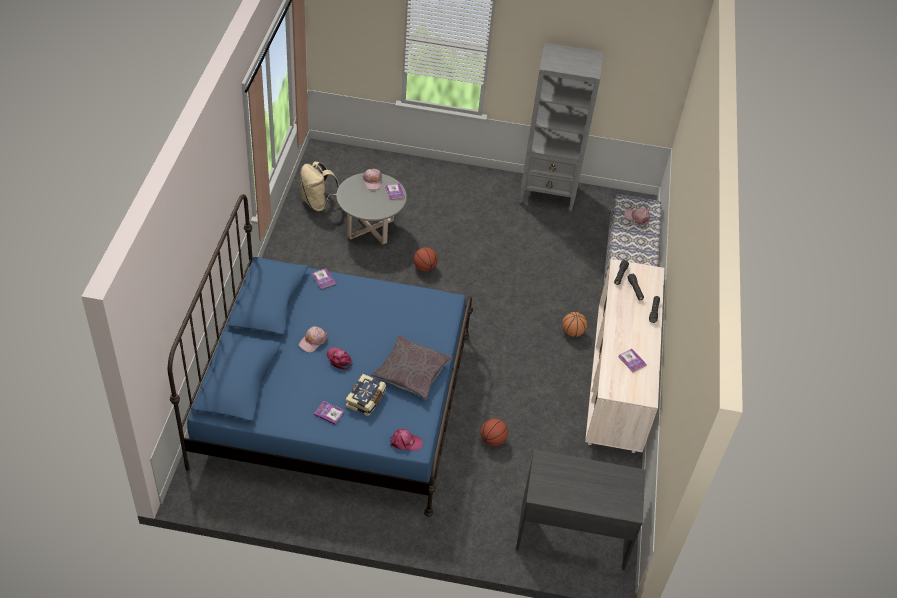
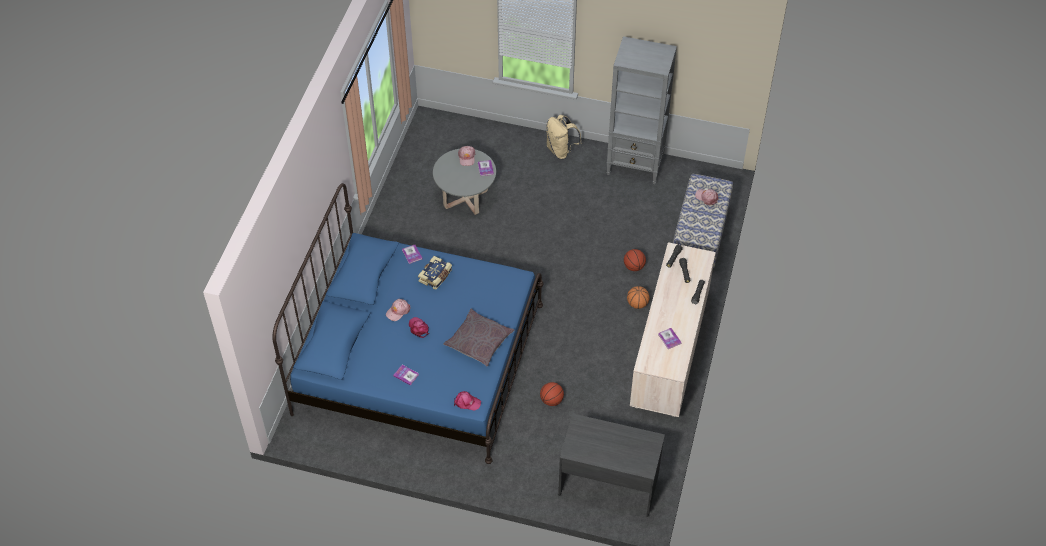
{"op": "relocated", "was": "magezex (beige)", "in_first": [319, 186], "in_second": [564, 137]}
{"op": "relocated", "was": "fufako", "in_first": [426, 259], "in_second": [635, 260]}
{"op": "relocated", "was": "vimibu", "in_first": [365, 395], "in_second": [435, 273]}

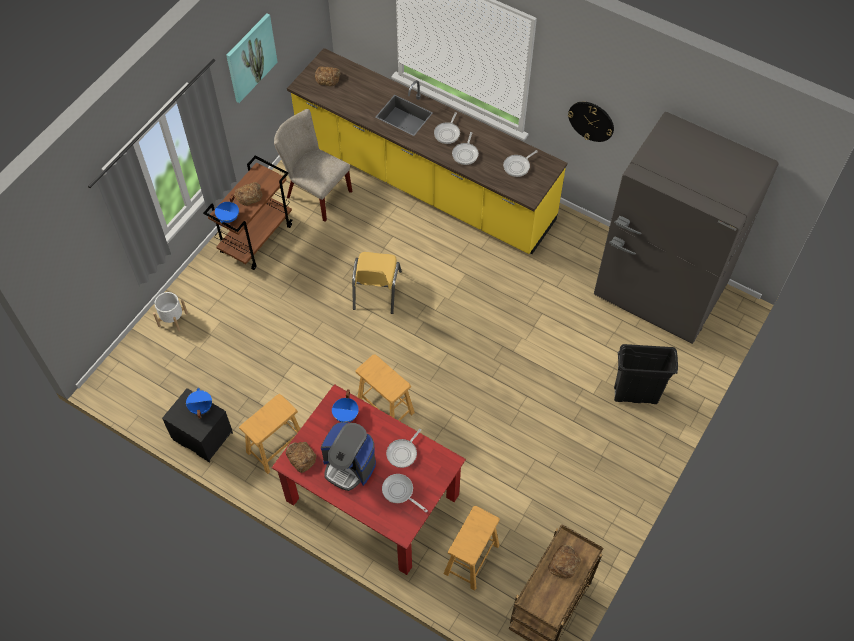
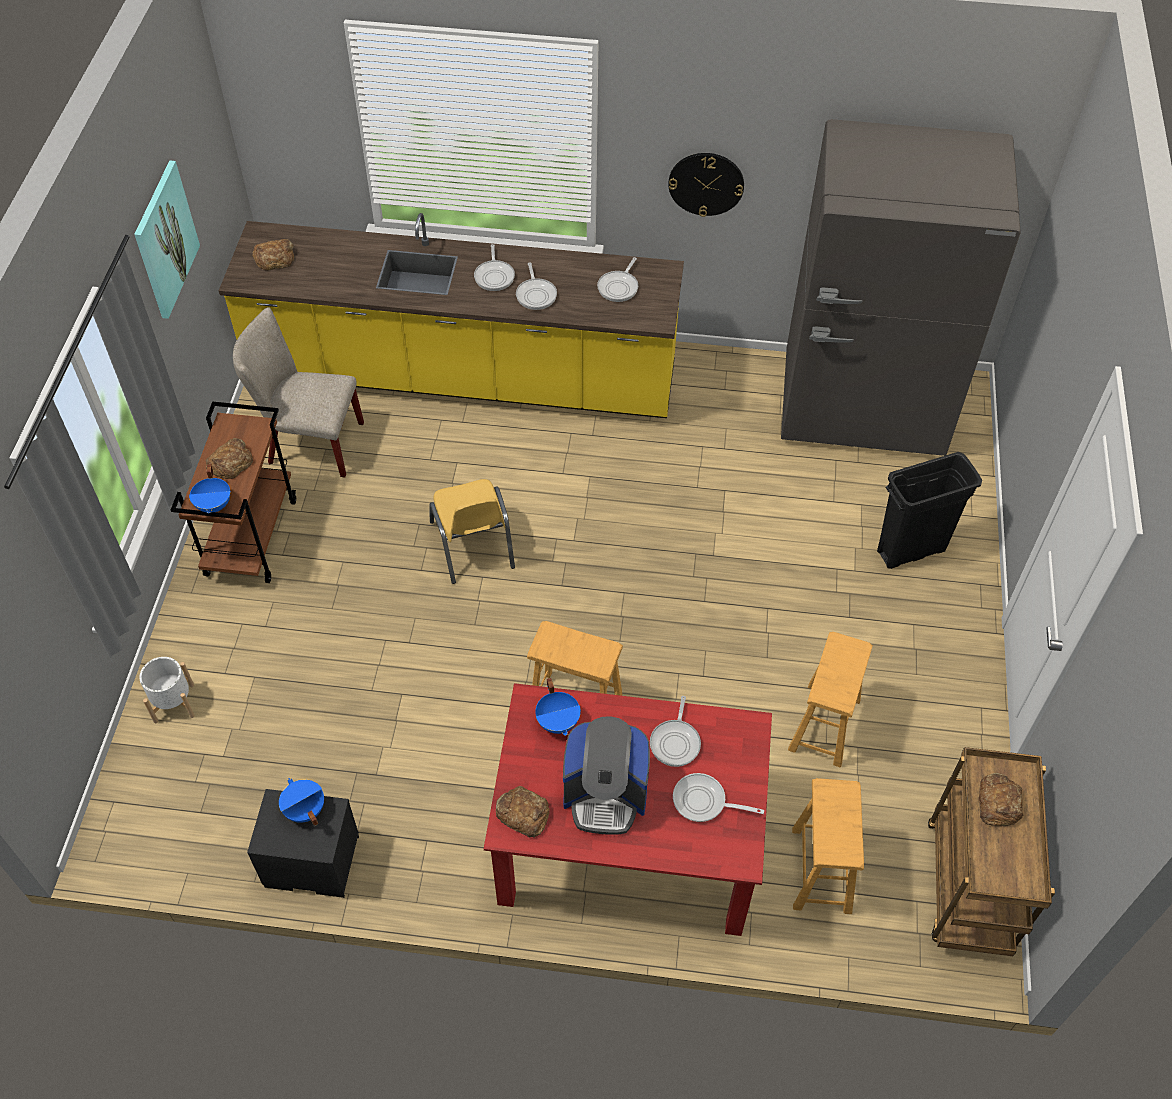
{"op": "relocated", "was": "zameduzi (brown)", "in_first": [269, 434], "in_second": [830, 699]}

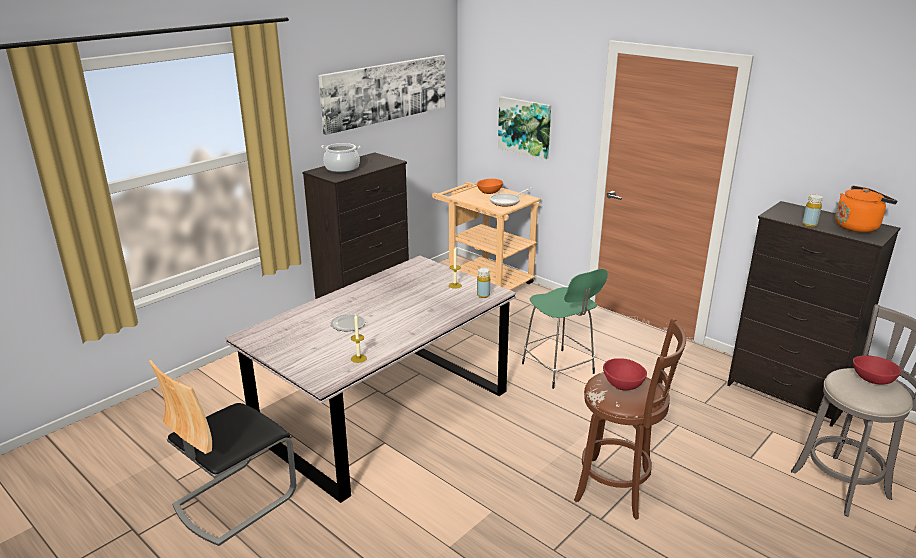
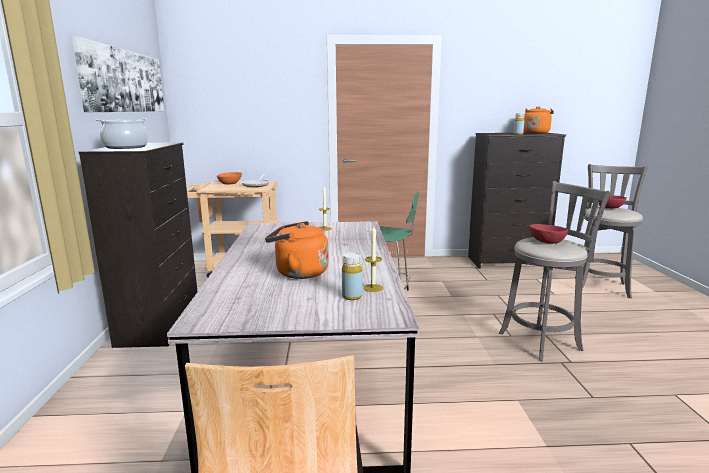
{"op": "missing", "was": "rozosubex", "in_first": [524, 127]}
{"op": "relocated", "was": "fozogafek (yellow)", "in_first": [483, 283], "in_second": [352, 276]}
{"op": "exchanged", "was": "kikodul", "now": "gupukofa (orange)", "in_first": [348, 322], "in_second": [297, 250]}
{"op": "colour", "was": "zameduzi (brown)", "now": "zameduzi (grey)", "in_first": [630, 419], "in_second": [555, 271]}

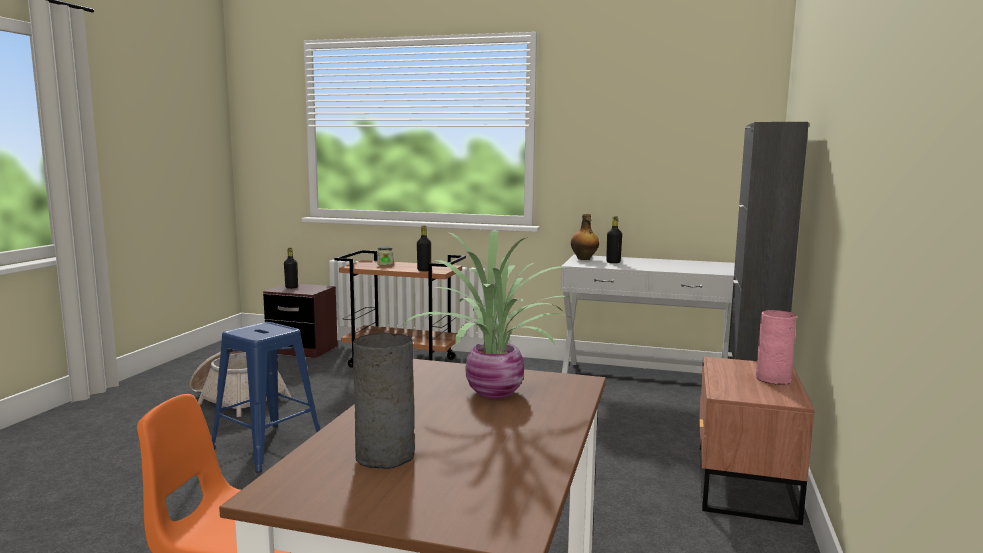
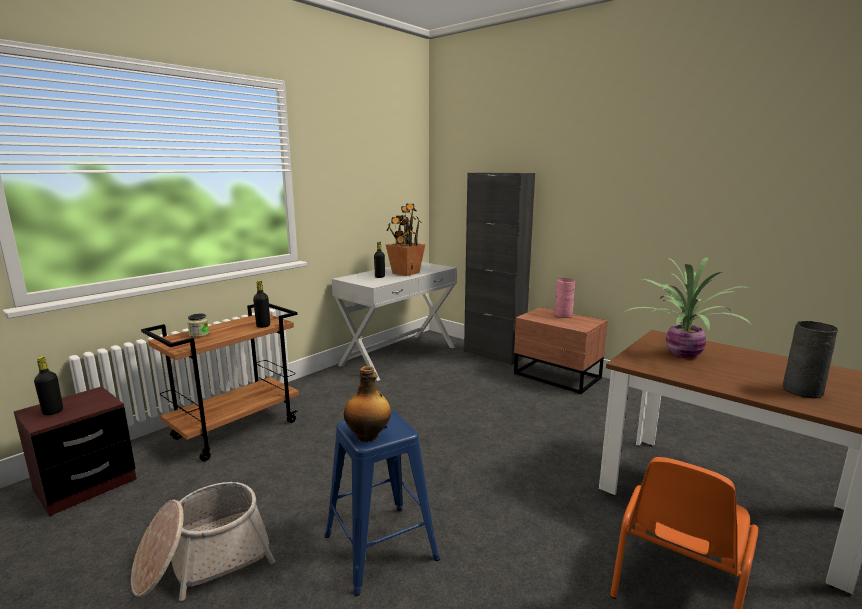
{"op": "relocated", "was": "fozogafek", "in_first": [585, 237], "in_second": [367, 404]}
{"op": "appeared", "now": "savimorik", "in_second": [405, 240]}

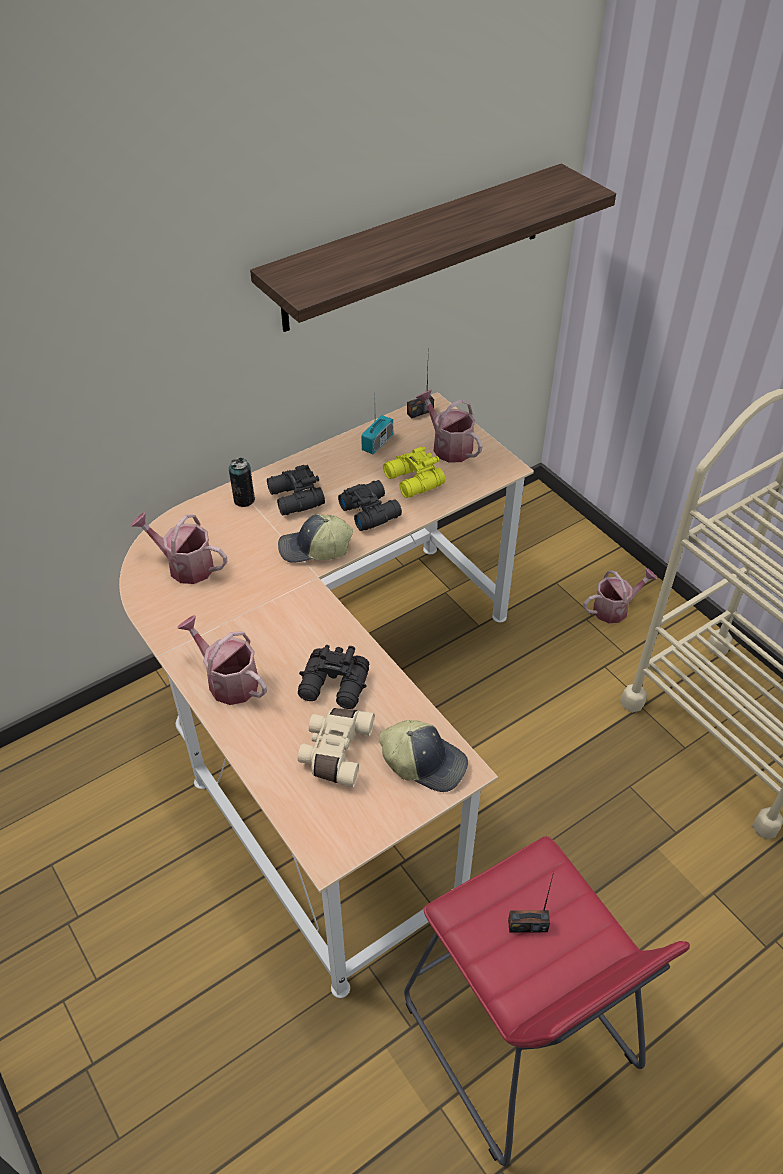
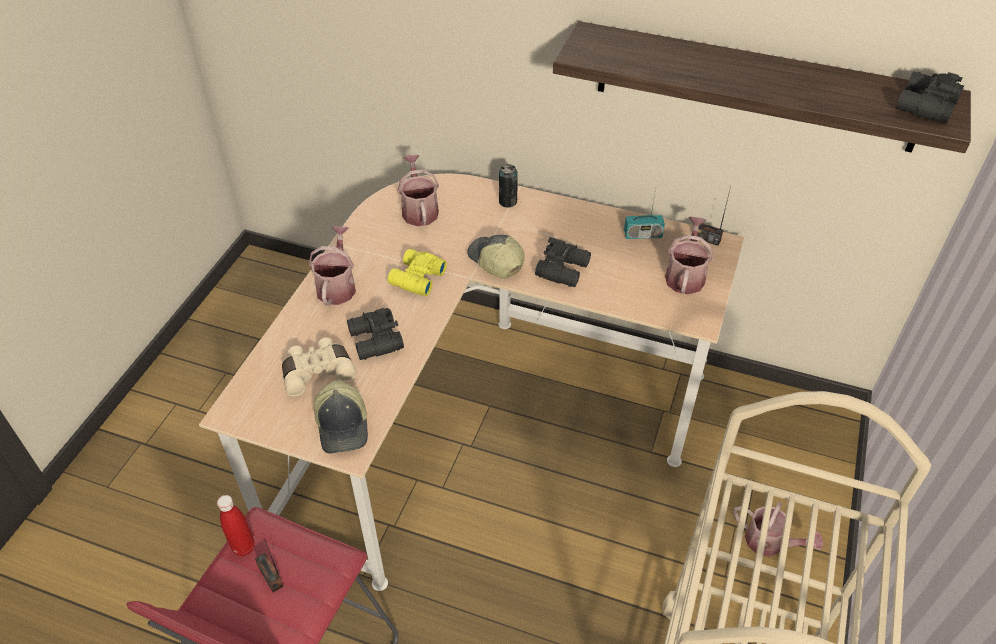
{"op": "relocated", "was": "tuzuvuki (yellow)", "in_first": [414, 472], "in_second": [417, 272]}
{"op": "relocated", "was": "tuzuvuki (black)", "in_first": [296, 490], "in_second": [929, 97]}
{"op": "appeared", "now": "fozogafek (red)", "in_second": [236, 525]}

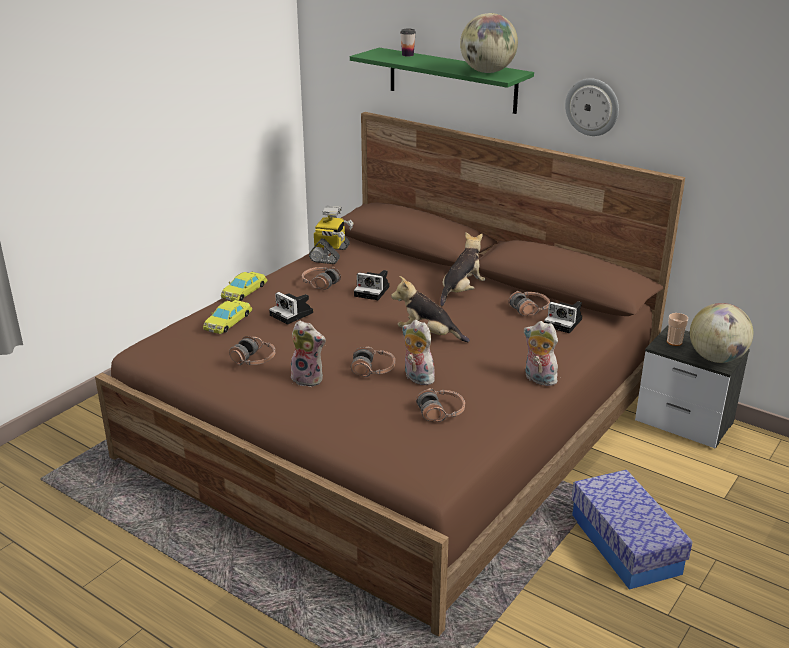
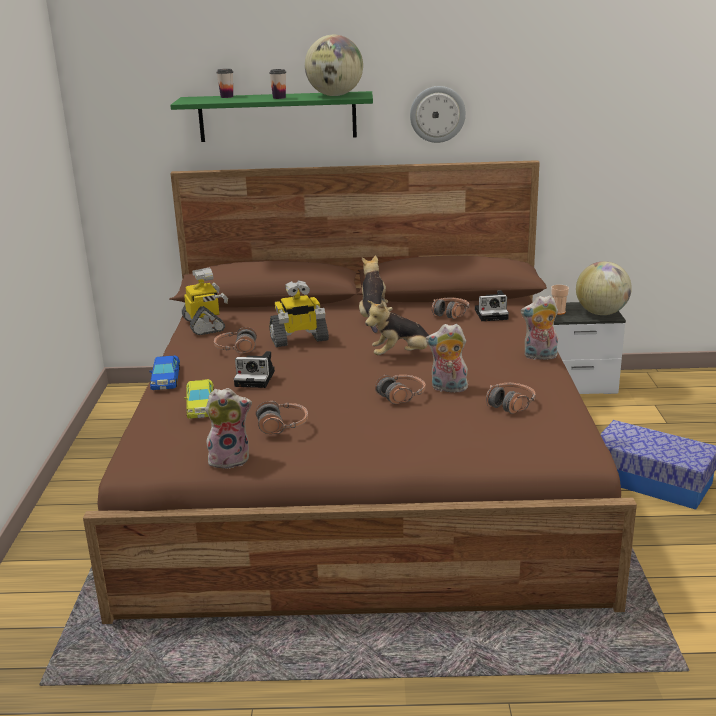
{"op": "exchanged", "was": "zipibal", "now": "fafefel", "in_first": [372, 285], "in_second": [299, 313]}
{"op": "colour", "was": "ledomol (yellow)", "now": "ledomol (blue)", "in_first": [244, 286], "in_second": [164, 372]}
{"op": "relocated", "was": "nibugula", "in_first": [307, 353], "in_second": [228, 428]}
{"op": "appeared", "now": "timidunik", "in_second": [277, 84]}

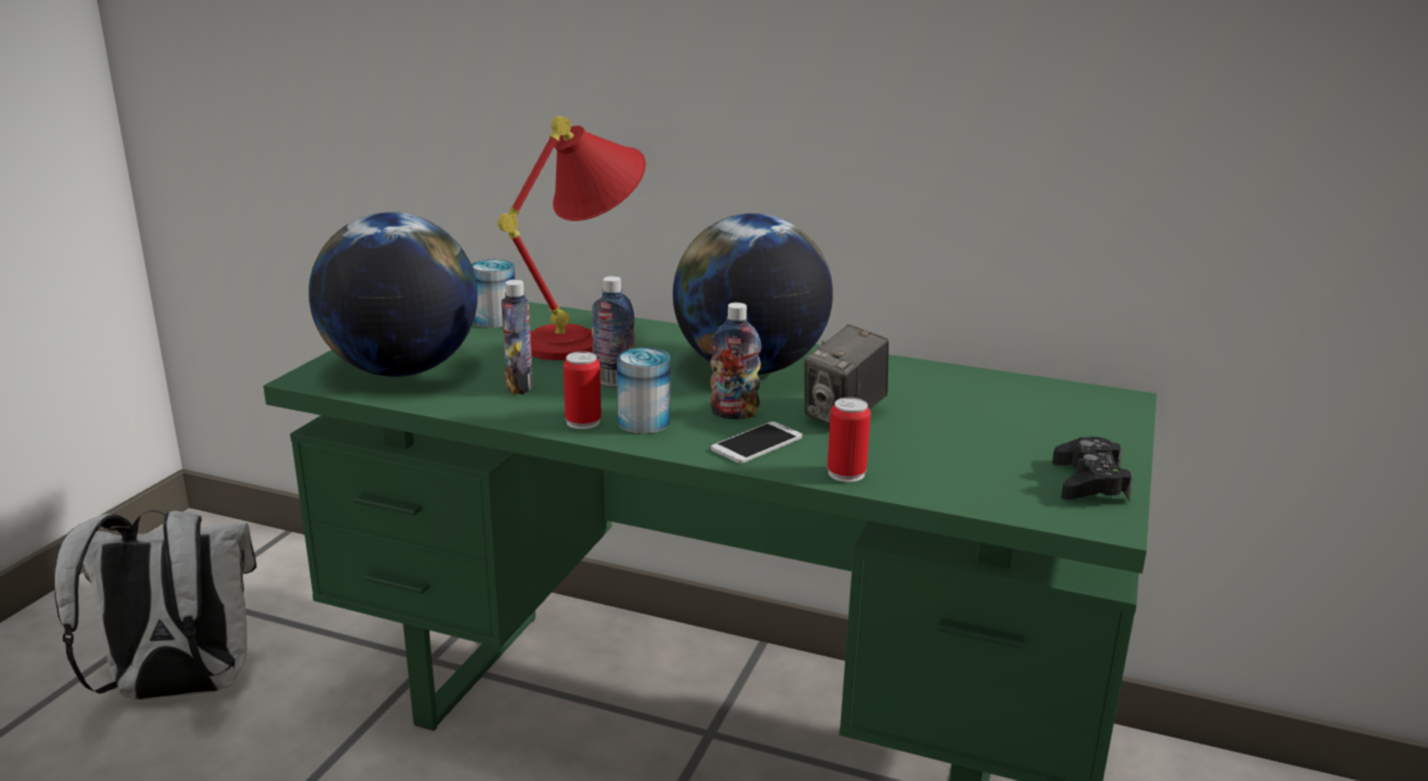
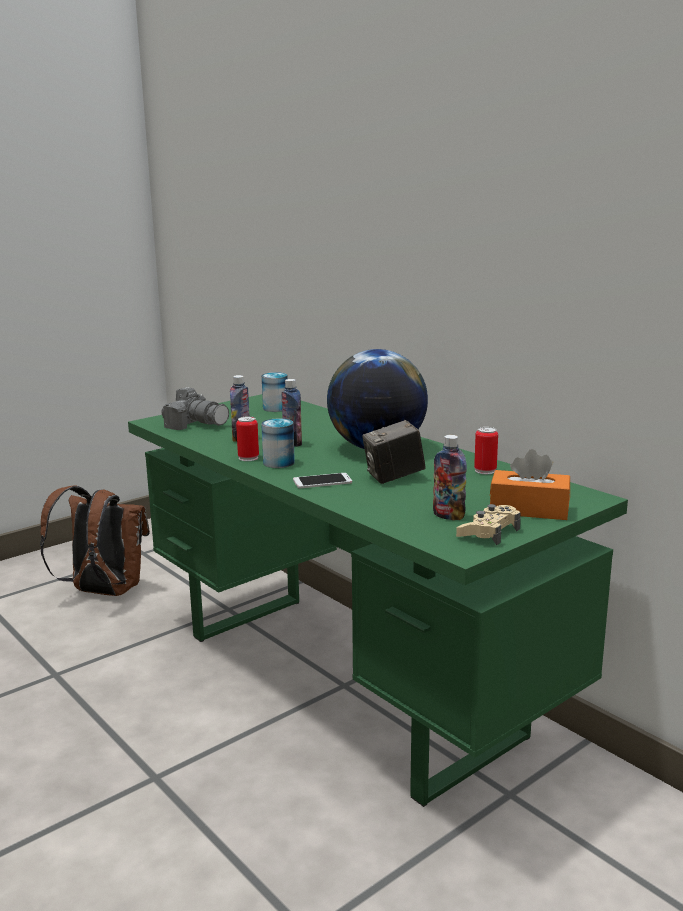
{"op": "missing", "was": "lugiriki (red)", "in_first": [572, 238]}
{"op": "exchanged", "was": "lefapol", "now": "zipibal", "in_first": [393, 294], "in_second": [195, 408]}
{"op": "relocated", "was": "fozogafek", "in_first": [735, 360], "in_second": [450, 477]}
{"op": "relocated", "was": "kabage", "in_first": [849, 439], "in_second": [486, 450]}
{"op": "colour", "was": "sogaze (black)", "now": "sogaze (beige)", "in_first": [1092, 468], "in_second": [488, 524]}
{"op": "colour", "was": "magezex (white)", "now": "magezex (brown)", "in_first": [155, 605], "in_second": [95, 540]}
{"op": "appeared", "now": "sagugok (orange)", "in_second": [530, 484]}

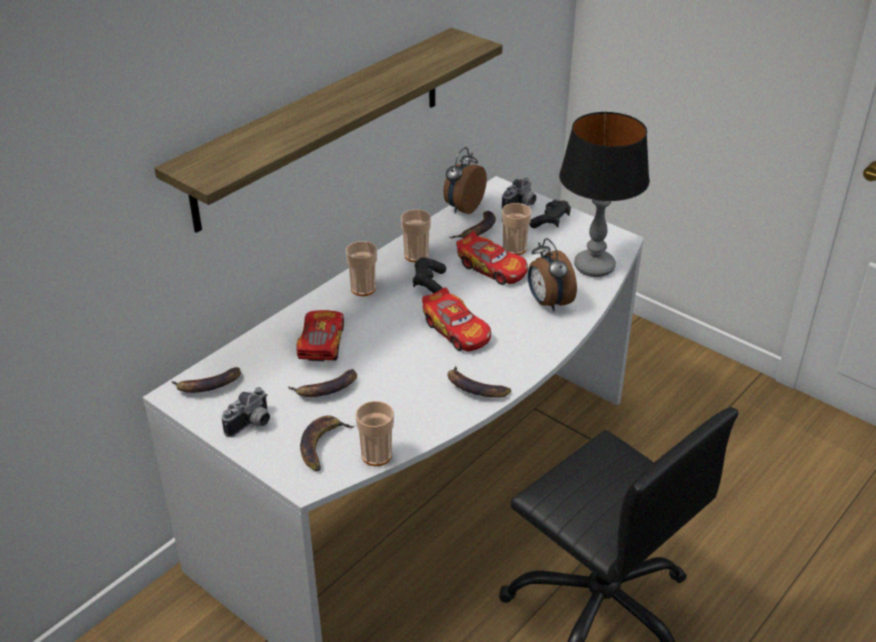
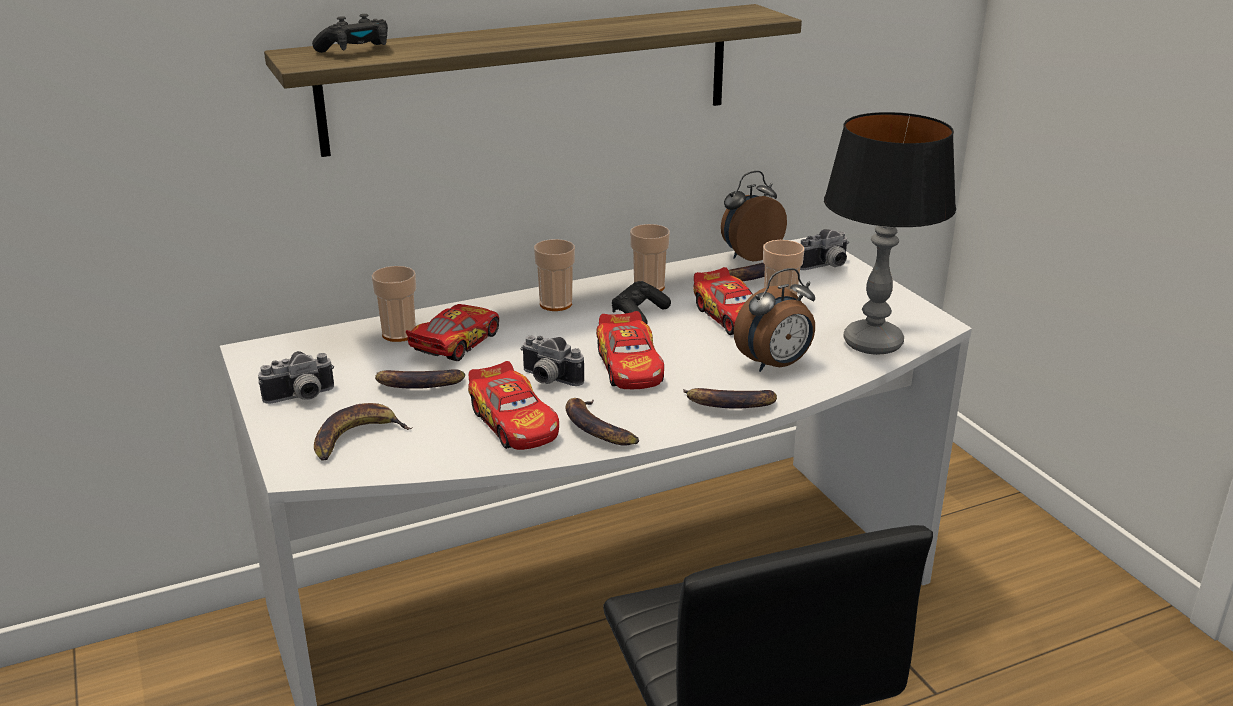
{"op": "relocated", "was": "sogaze (black)", "in_first": [550, 214], "in_second": [350, 33]}
{"op": "spun", "was": "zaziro", "in_first": [552, 275], "in_second": [774, 320], "clockwise": -120}
{"op": "relocated", "was": "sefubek", "in_first": [206, 380], "in_second": [730, 398]}
{"op": "relocated", "was": "timidunik", "in_first": [374, 433], "in_second": [394, 304]}
{"op": "appeared", "now": "zipibal", "in_second": [552, 361]}
{"op": "appeared", "now": "ledomol", "in_second": [513, 405]}

